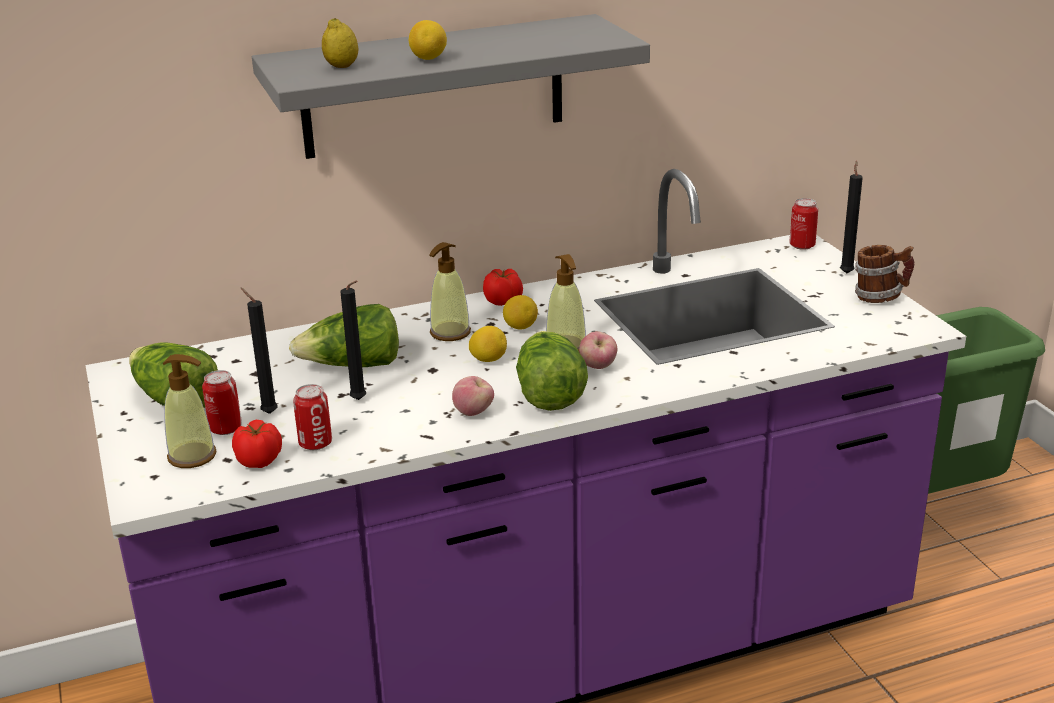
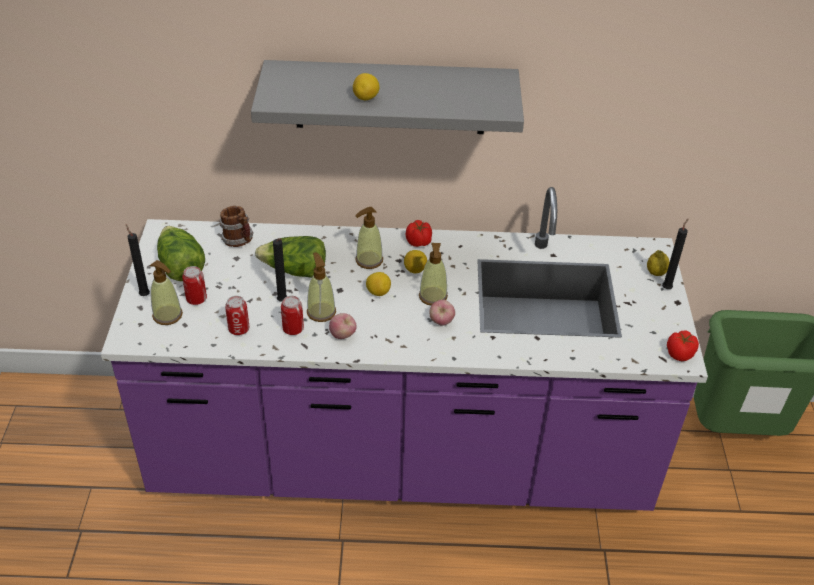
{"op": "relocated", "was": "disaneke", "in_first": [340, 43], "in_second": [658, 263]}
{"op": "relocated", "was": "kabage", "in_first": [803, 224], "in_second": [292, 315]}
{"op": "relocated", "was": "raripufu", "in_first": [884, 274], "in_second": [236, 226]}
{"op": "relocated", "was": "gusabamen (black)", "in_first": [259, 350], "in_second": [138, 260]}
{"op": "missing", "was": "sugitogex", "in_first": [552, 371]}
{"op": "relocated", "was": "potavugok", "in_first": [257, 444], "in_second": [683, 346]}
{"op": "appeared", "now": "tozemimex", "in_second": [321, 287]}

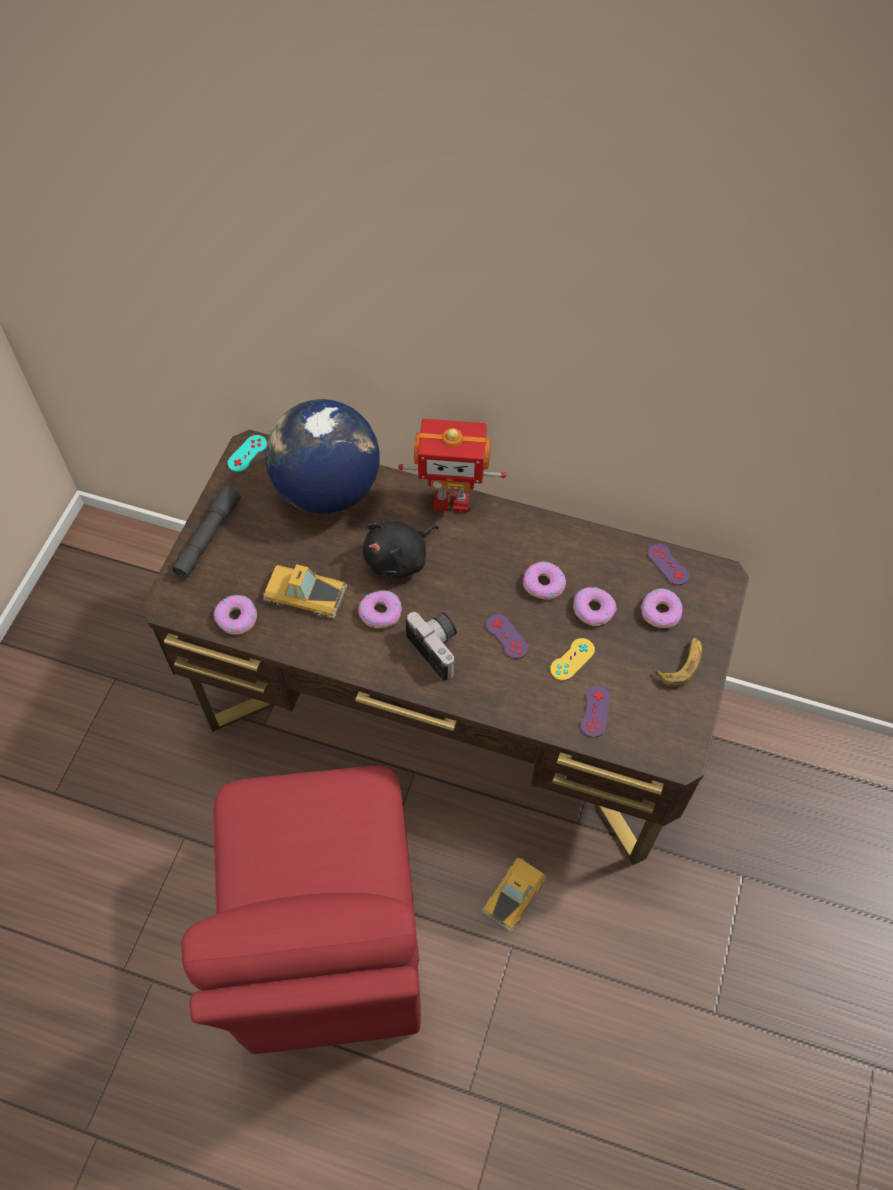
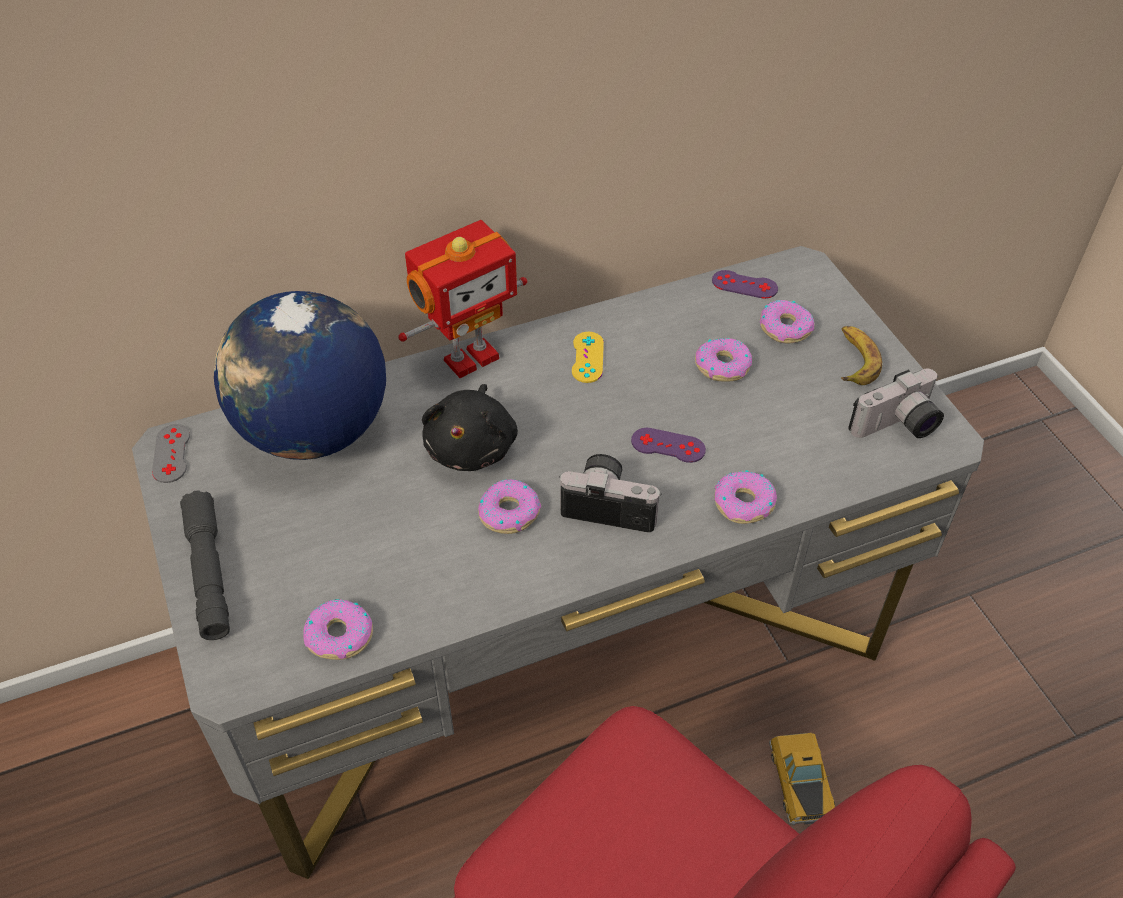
{"op": "colour", "was": "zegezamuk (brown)", "now": "zegezamuk (grey)", "in_first": [445, 647], "in_second": [558, 562]}
{"op": "colour", "was": "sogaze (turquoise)", "now": "sogaze (grey)", "in_first": [247, 453], "in_second": [171, 453]}
{"op": "relocated", "was": "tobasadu", "in_first": [544, 580], "in_second": [745, 497]}
{"op": "missing", "was": "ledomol", "in_first": [304, 591]}
{"op": "relocated", "was": "sogaze (yellow)", "in_first": [572, 659], "in_second": [588, 357]}
{"op": "missing", "was": "sogaze (purple)", "in_first": [595, 712]}
{"op": "appeared", "now": "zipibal", "in_second": [896, 403]}

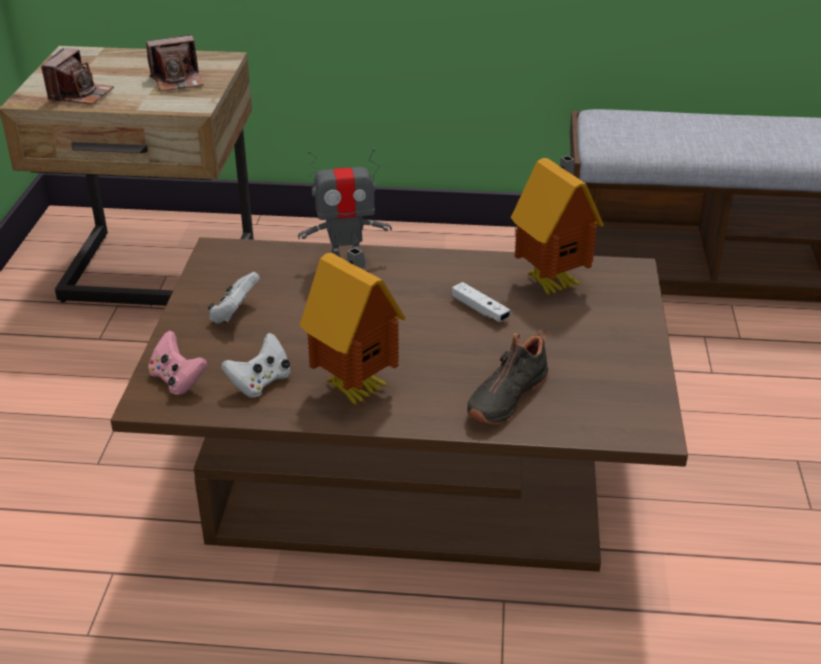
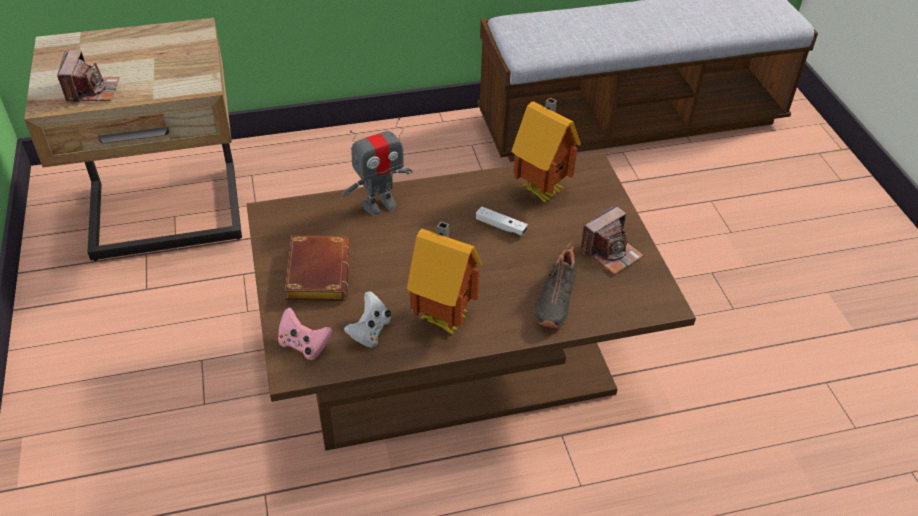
{"op": "relocated", "was": "zipibal", "in_first": [174, 63], "in_second": [612, 240]}
{"op": "exchanged", "was": "sogaze (white)", "now": "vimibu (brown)", "in_first": [234, 298], "in_second": [317, 268]}

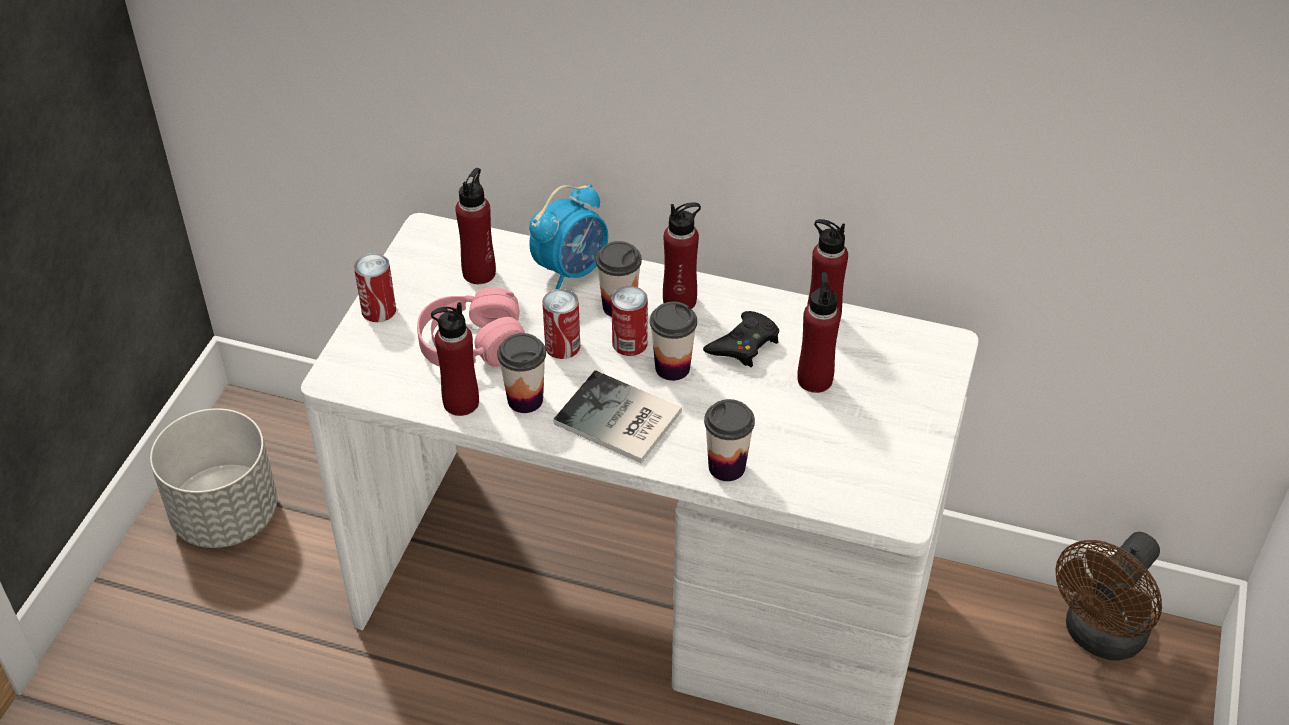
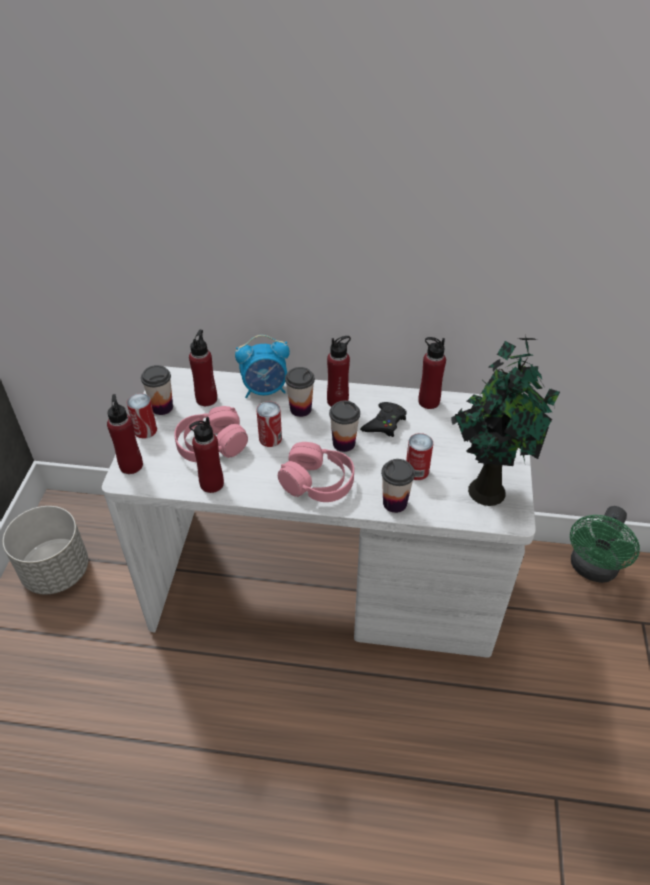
{"op": "spun", "was": "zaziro", "in_first": [568, 236], "in_second": [262, 366], "clockwise": 45}
{"op": "relocated", "was": "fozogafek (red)", "in_first": [819, 332], "in_second": [125, 434]}
{"op": "relocated", "was": "kabage", "in_first": [629, 321], "in_second": [419, 456]}
{"op": "relocated", "was": "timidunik", "in_first": [521, 373], "in_second": [157, 390]}
{"op": "exchanged", "was": "vimibu", "now": "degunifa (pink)", "in_first": [617, 417], "in_second": [316, 472]}
{"op": "colour", "was": "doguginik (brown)", "now": "doguginik (green)", "in_first": [1109, 596], "in_second": [605, 544]}
{"op": "appeared", "now": "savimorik", "in_second": [505, 420]}

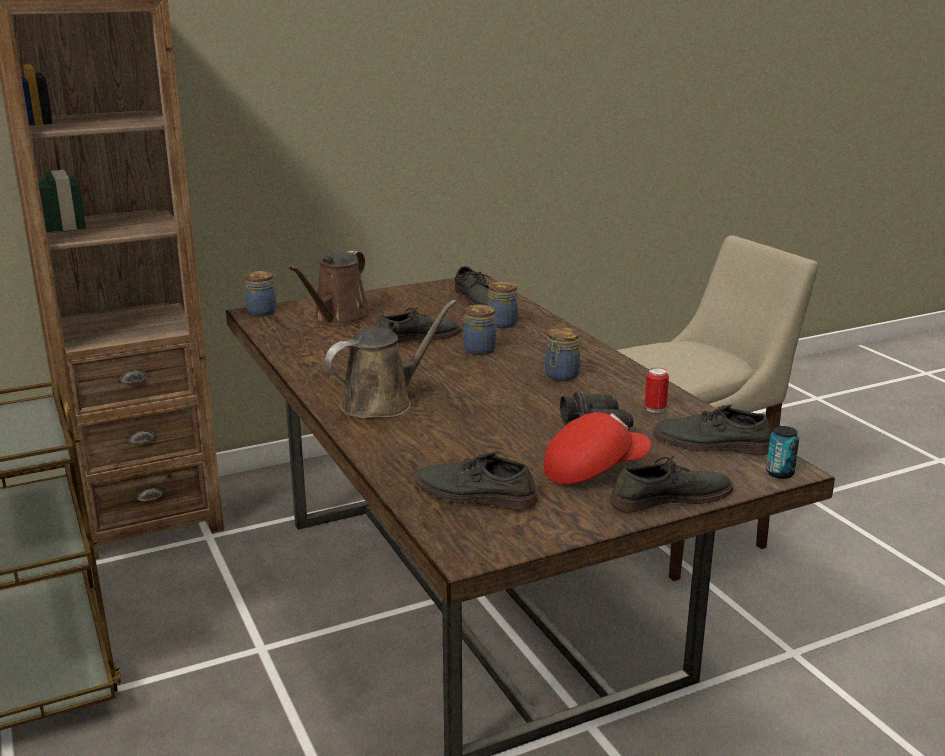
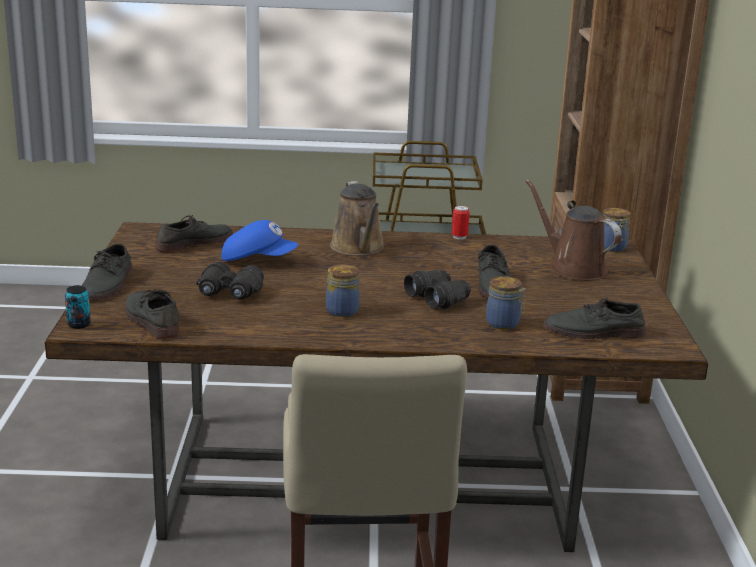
{"op": "exchanged", "was": "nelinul", "now": "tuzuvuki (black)", "in_first": [479, 330], "in_second": [437, 290]}
{"op": "relocated", "was": "kabage", "in_first": [656, 390], "in_second": [461, 222]}
{"op": "spun", "was": "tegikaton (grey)", "in_first": [712, 430], "in_second": [152, 313], "clockwise": -75}
{"op": "missing", "was": "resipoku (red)", "in_first": [597, 448]}
{"op": "appeared", "now": "resipoku (blue)", "in_second": [259, 240]}

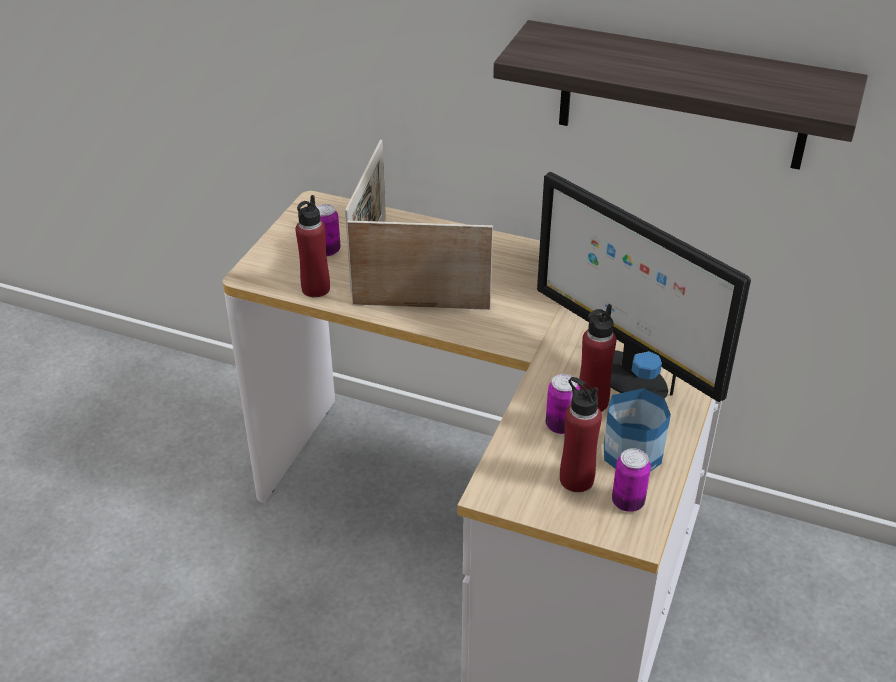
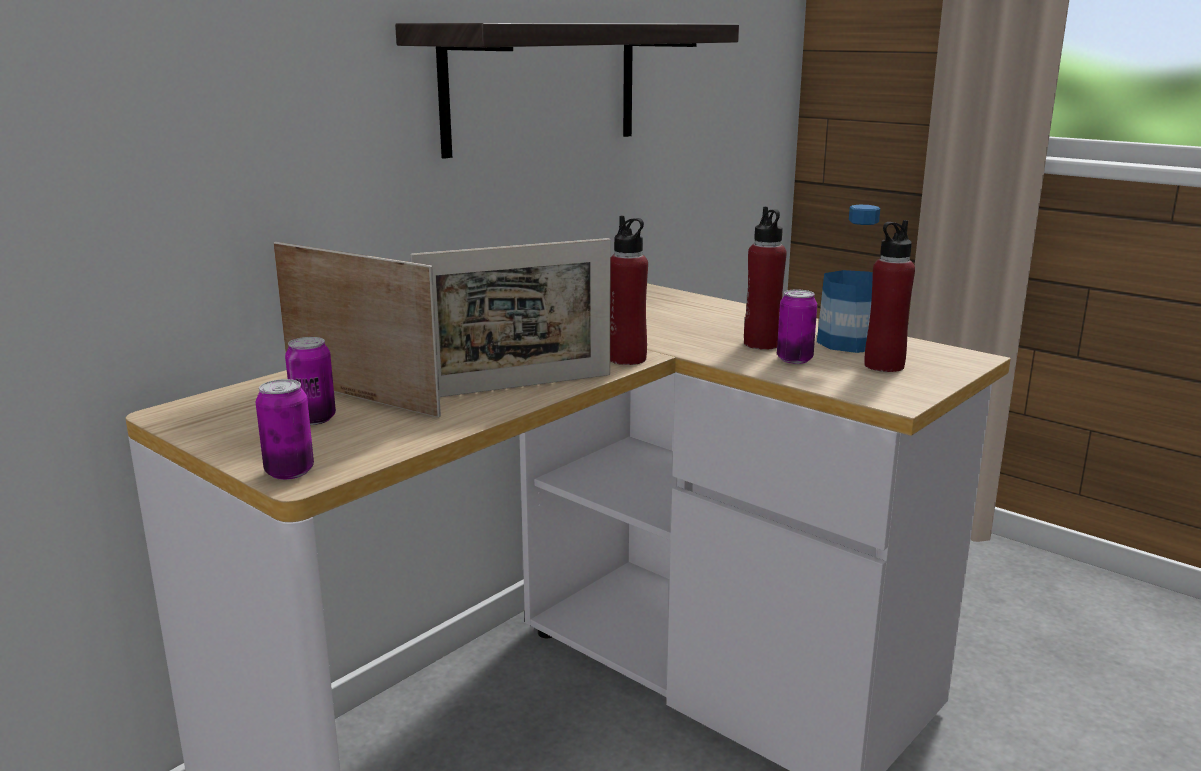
{"op": "missing", "was": "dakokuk", "in_first": [644, 287]}
{"op": "relocated", "was": "fozogafek (red)", "in_first": [312, 246], "in_second": [629, 290]}
{"op": "spun", "was": "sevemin", "in_first": [420, 265], "in_second": [510, 317], "clockwise": -135}
{"op": "relocated", "was": "kabage", "in_first": [631, 480], "in_second": [284, 429]}

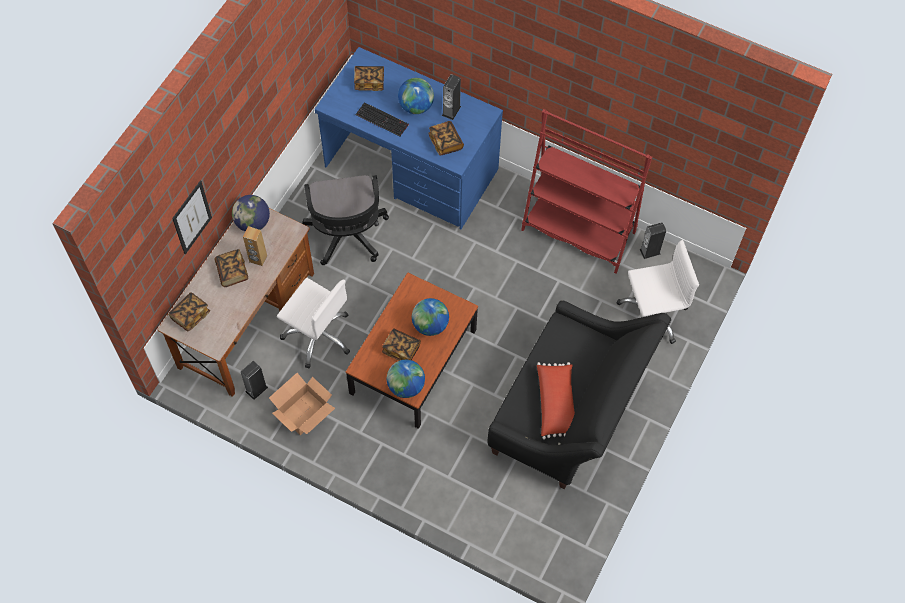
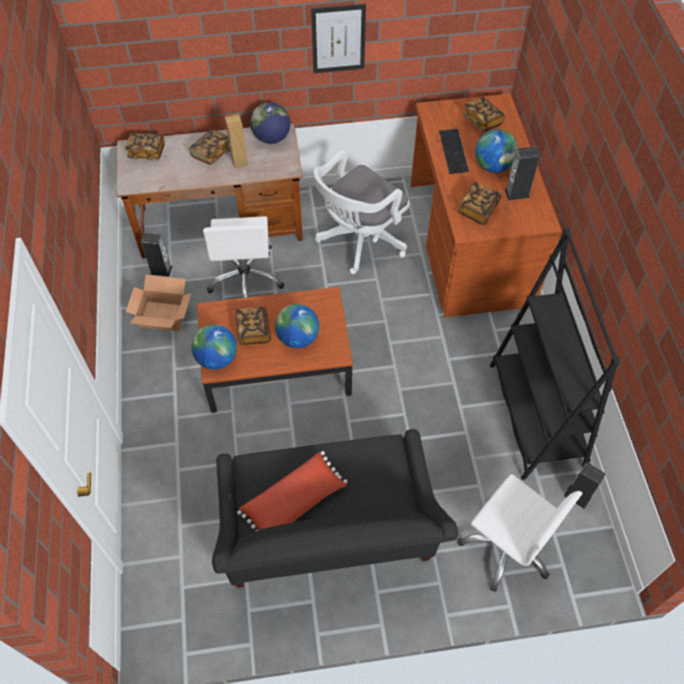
{"op": "colour", "was": "zegezamuk (blue)", "now": "zegezamuk (brown)", "in_first": [409, 138], "in_second": [486, 205]}
{"op": "colour", "was": "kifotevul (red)", "now": "kifotevul (black)", "in_first": [586, 191], "in_second": [555, 353]}
{"op": "colour", "was": "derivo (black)", "now": "derivo (white)", "in_first": [345, 220], "in_second": [362, 212]}
{"op": "relocated", "was": "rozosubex", "in_first": [192, 217], "in_second": [338, 38]}

